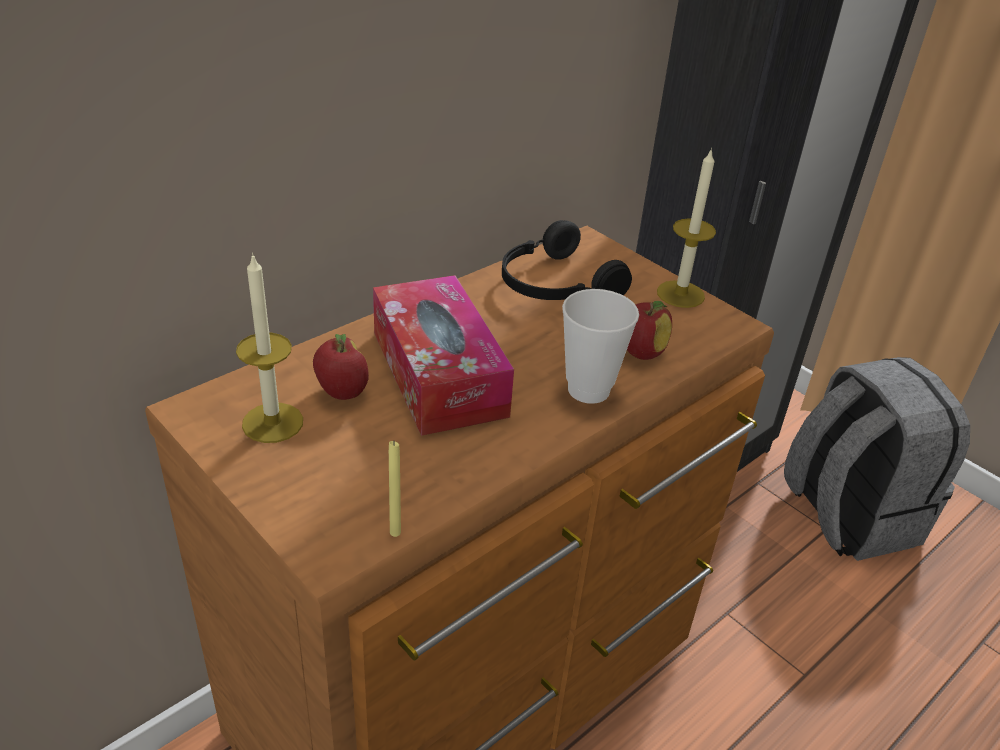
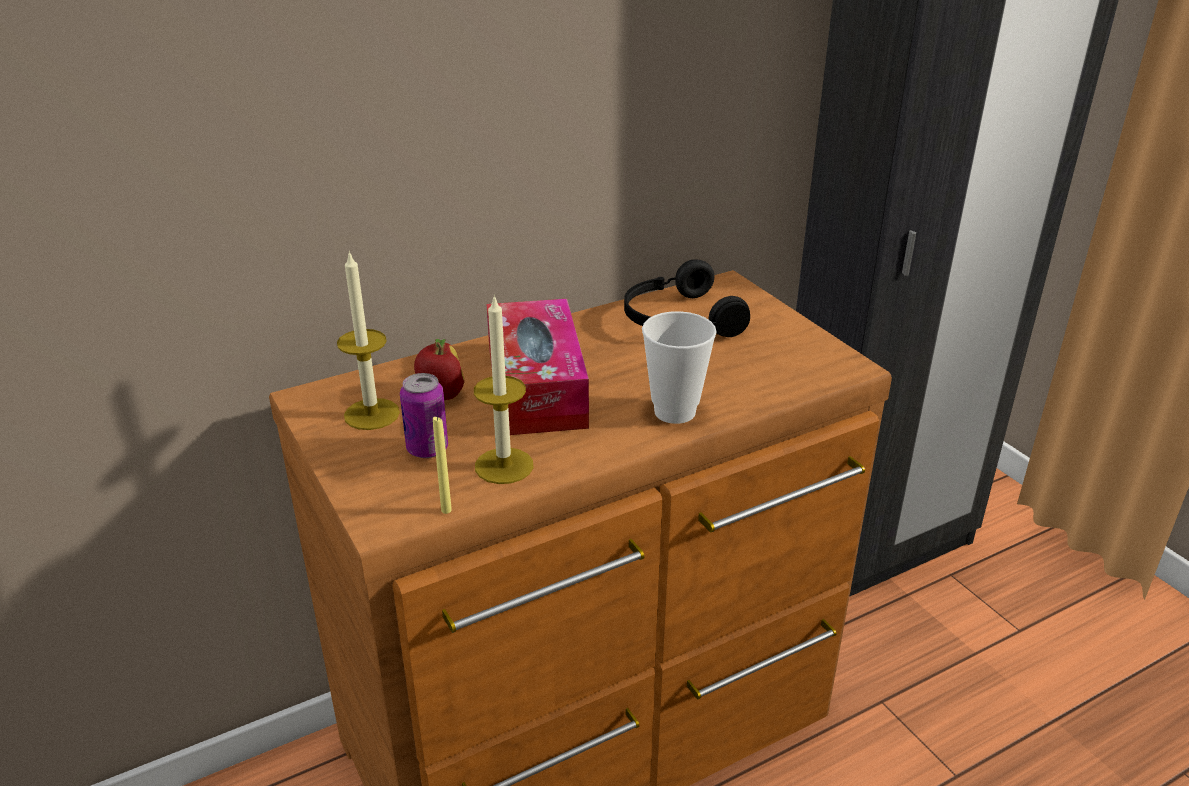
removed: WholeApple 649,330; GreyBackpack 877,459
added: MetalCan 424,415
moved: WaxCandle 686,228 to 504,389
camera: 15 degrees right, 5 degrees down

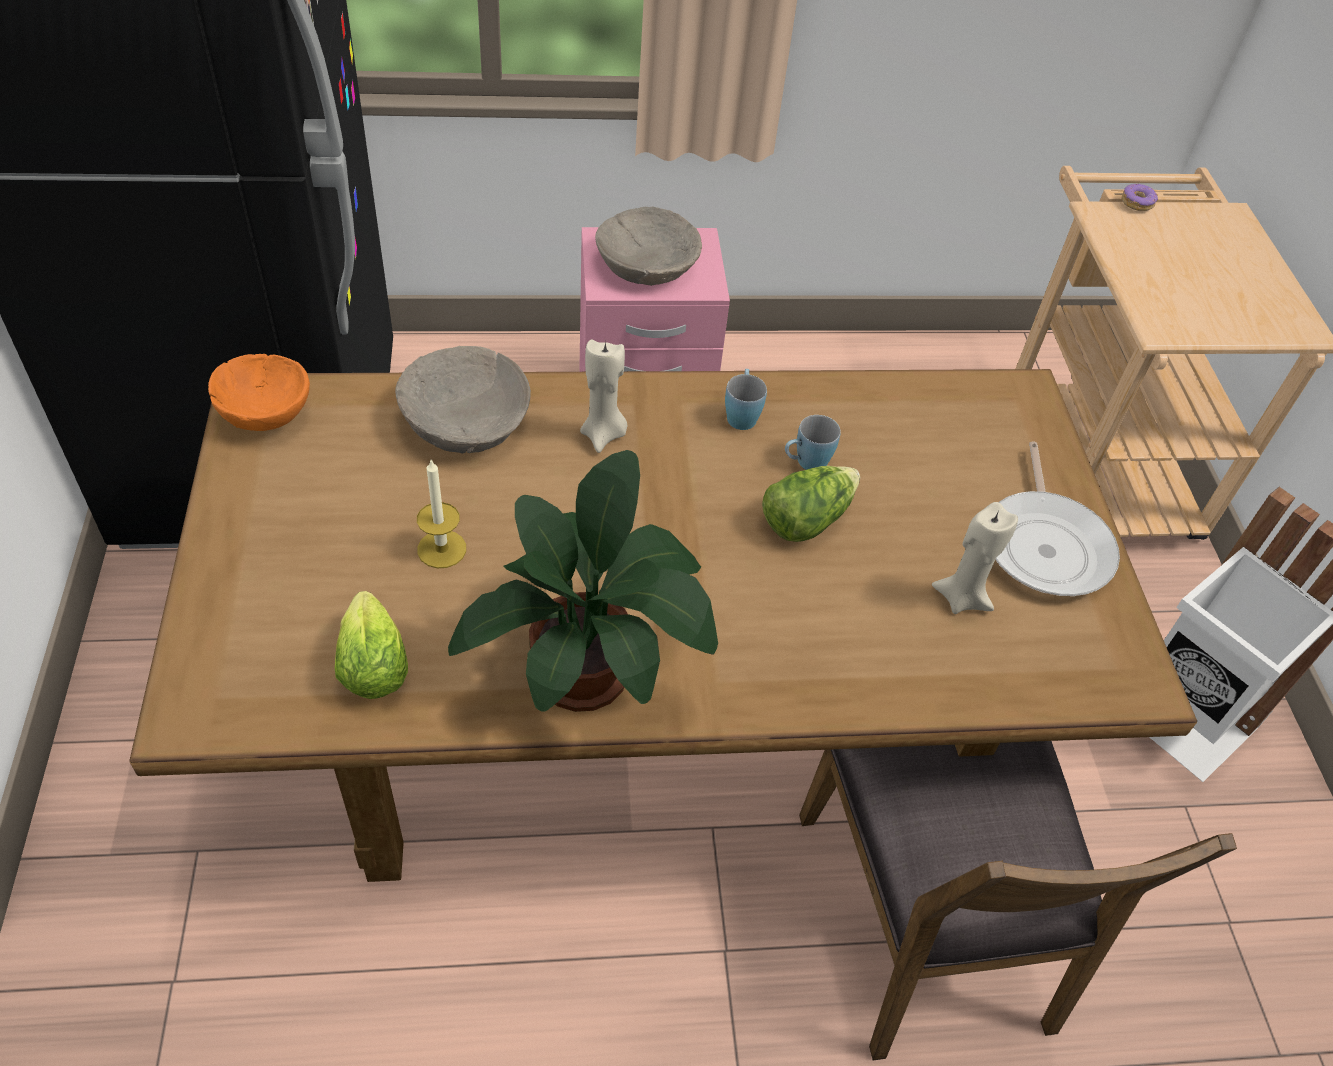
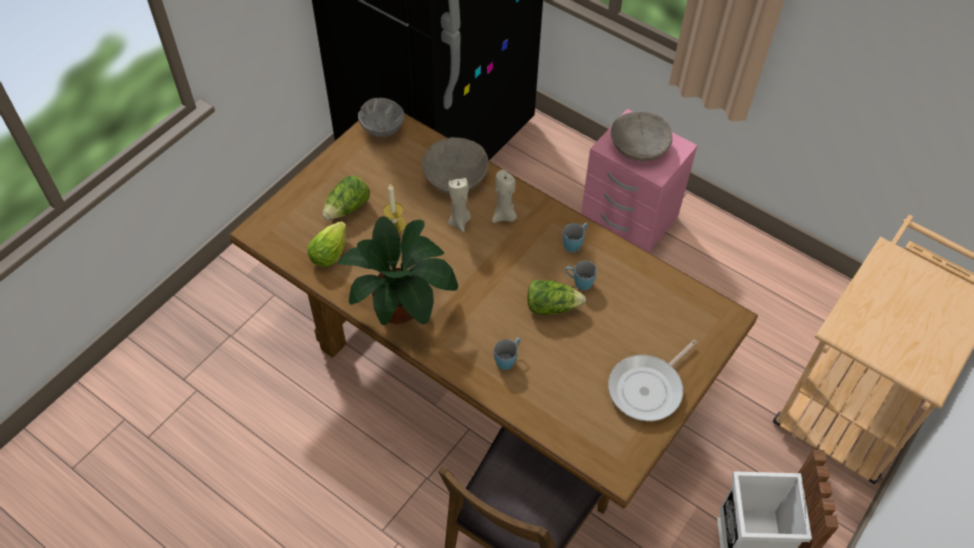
removed: RingDoughnut 1139,197
added: LettuceHead 346,198; BluishCoffeeMug 507,353
moved: SandColouredWaxCandle 975,558 to 459,205
recoloured: OrangeyServingBowl 259,392 to GreyServingBowl 381,117
camera: 45 degrees right, 5 degrees up

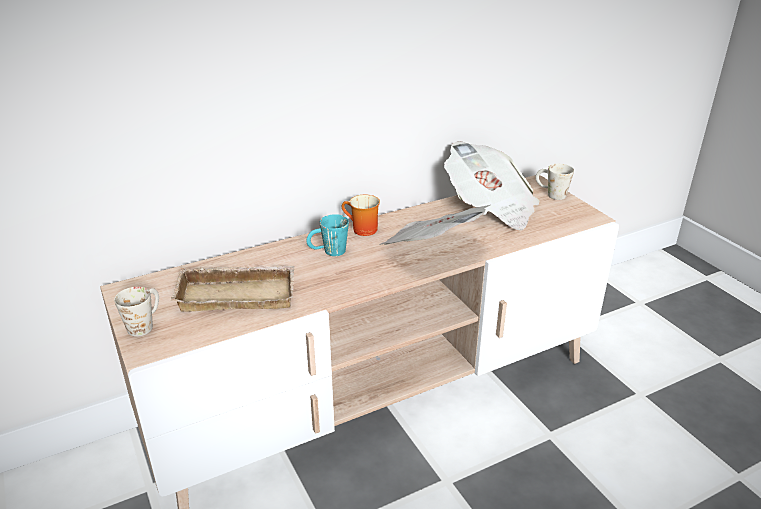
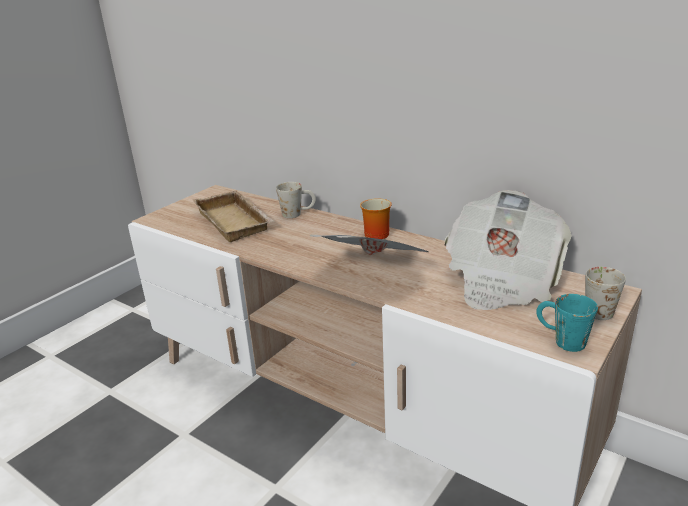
moved: WhiteColouredCoffeeMug 136,312 to 296,200; TurquoiseColouredCoffeeMug 327,235 to 567,323
camera: 65 degrees right, 5 degrees down

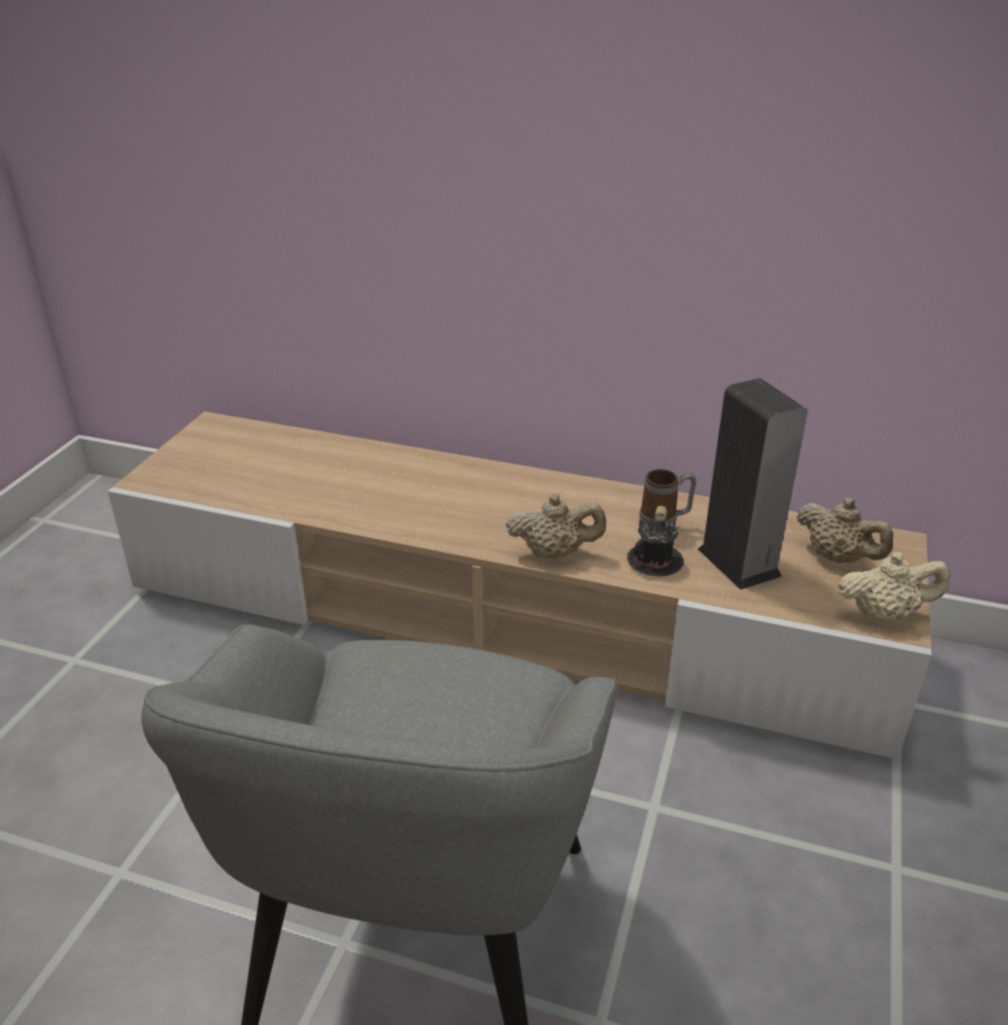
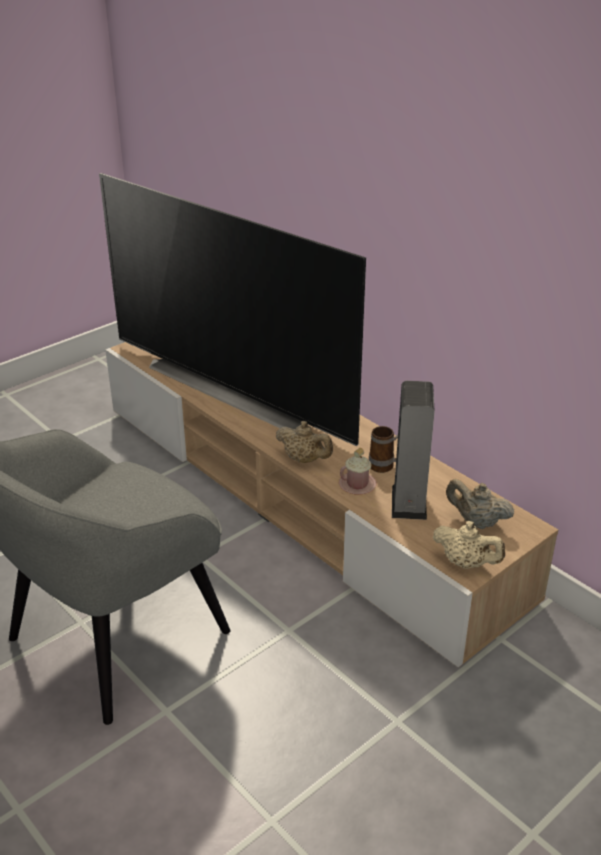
added: TvSet 232,309
recoloured: BlackishCoffeeMug 655,541 to PinkishCoffeeMug 357,471
turned: SandColouredPotForTea 845,530 = 480,504 135 degrees clockwise
camera: 30 degrees right, 0 degrees up

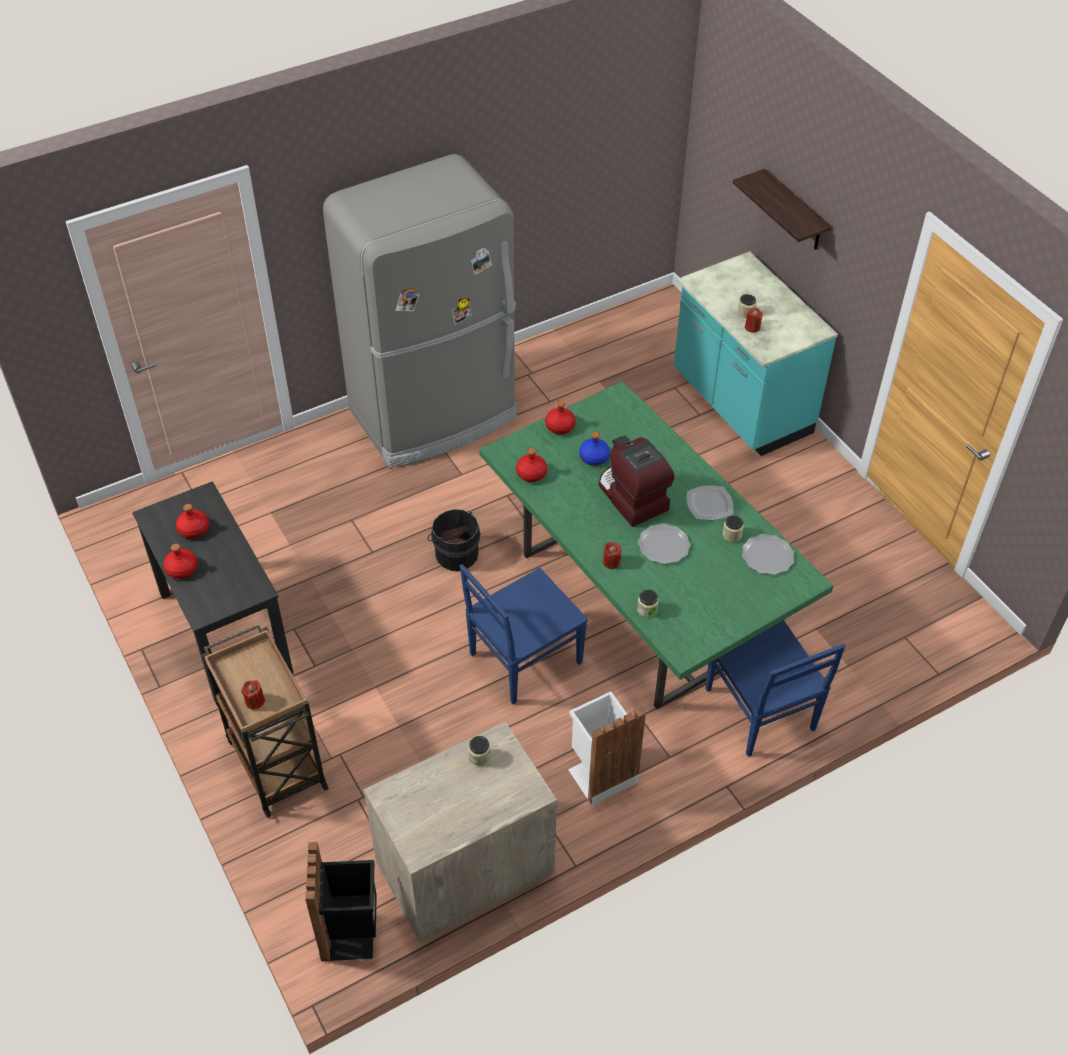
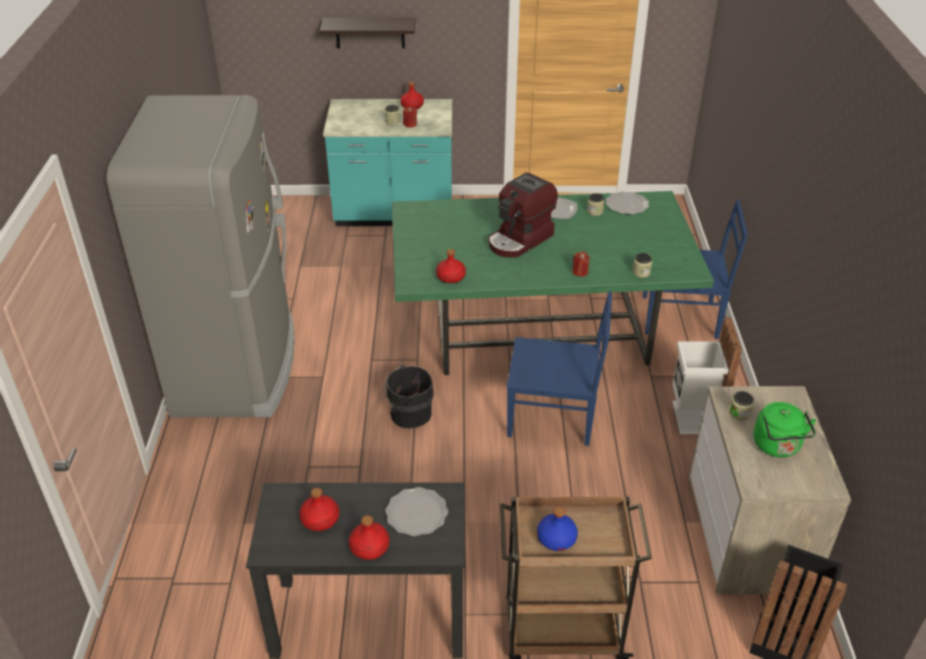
removed: ReddishWaxCandle 253,695
added: GreenTeaKettle 784,429
moved: Plate 664,544 to 416,512; ReddishBottle 560,417 to 412,95; BluishBottle 594,449 to 557,529
turned: CoffeeMaker 636,481 = 523,215 45 degrees counterclockwise; BluishUprightChair 524,634 = 559,368 75 degrees counterclockwise
camera: 60 degrees left, 10 degrees down

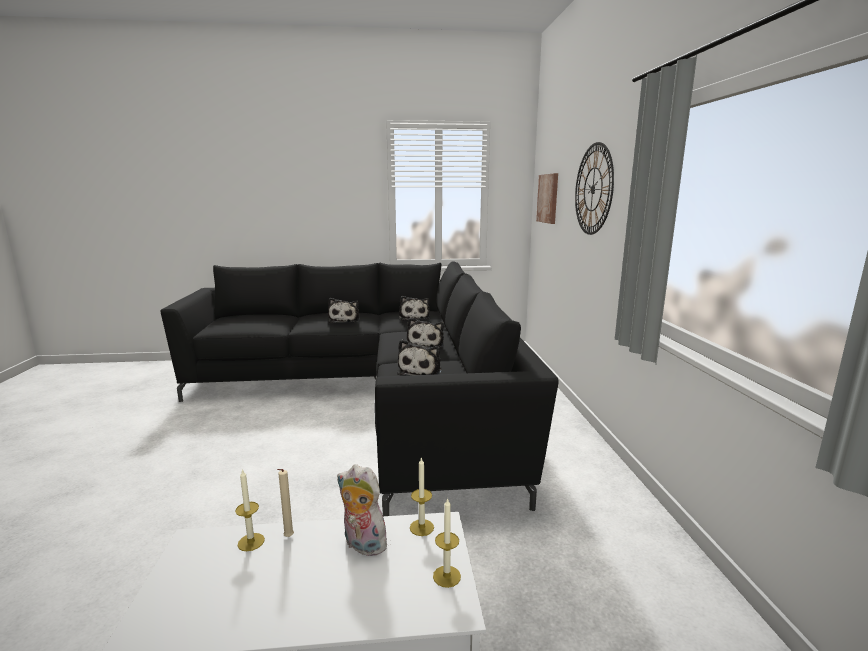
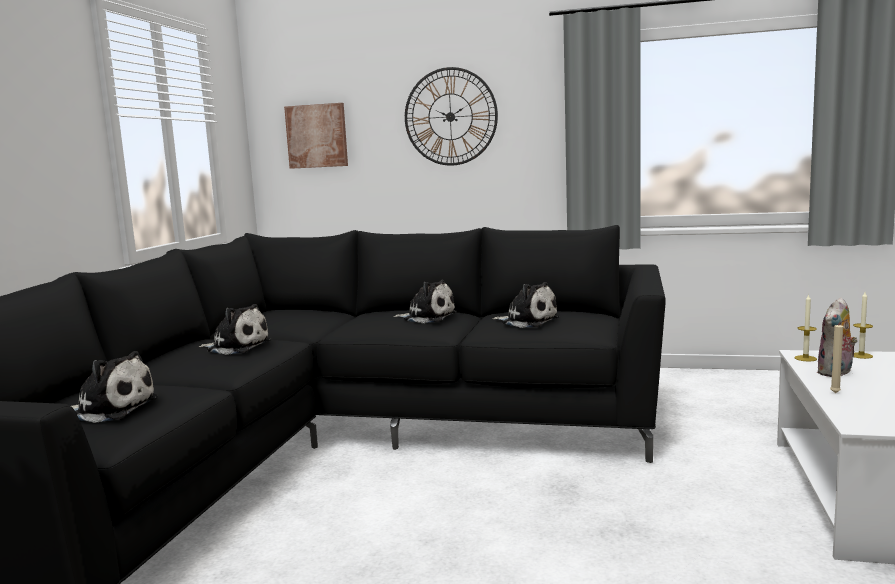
removed: WaxCandle 250,510
moved: PlushToy 414,308 to 114,387
camera: 70 degrees left, 5 degrees down

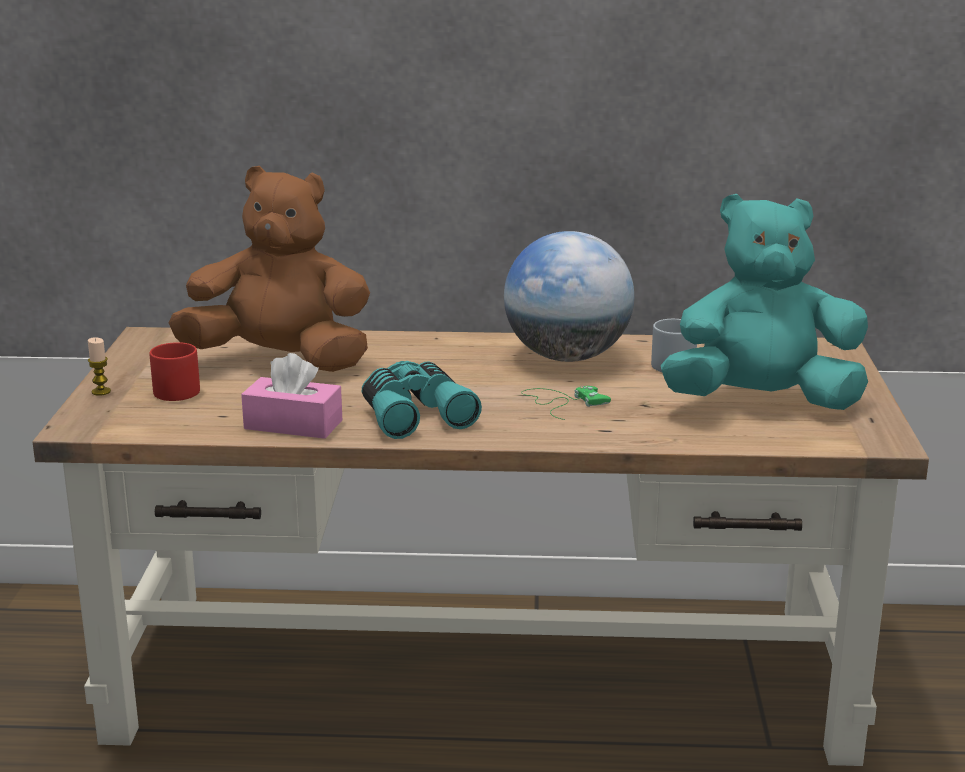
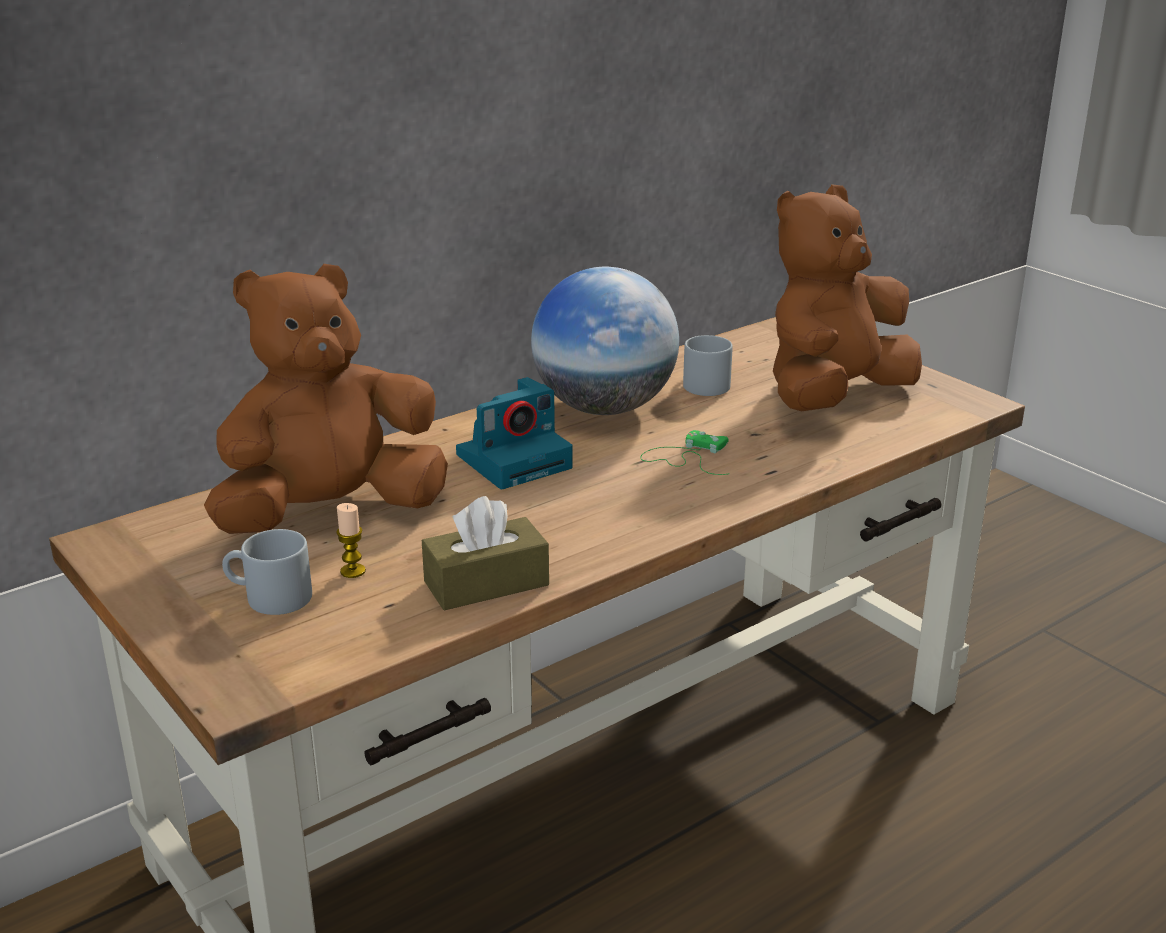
removed: TurquoiseColouredBinoculars 422,400
added: StillCamera 514,433
moved: WaxCandle 99,366 to 351,540
recoloured: ReddishCoffeeMug 174,371 to GreyCoffeeMug 267,572; PinkishTissueHolder 291,396 to BrownColouredTissueHolder 485,553; TurquoiseColouredPlushToy 764,302 to BrownColouredPlushToy 847,297
camera: 40 degrees left, 5 degrees up

